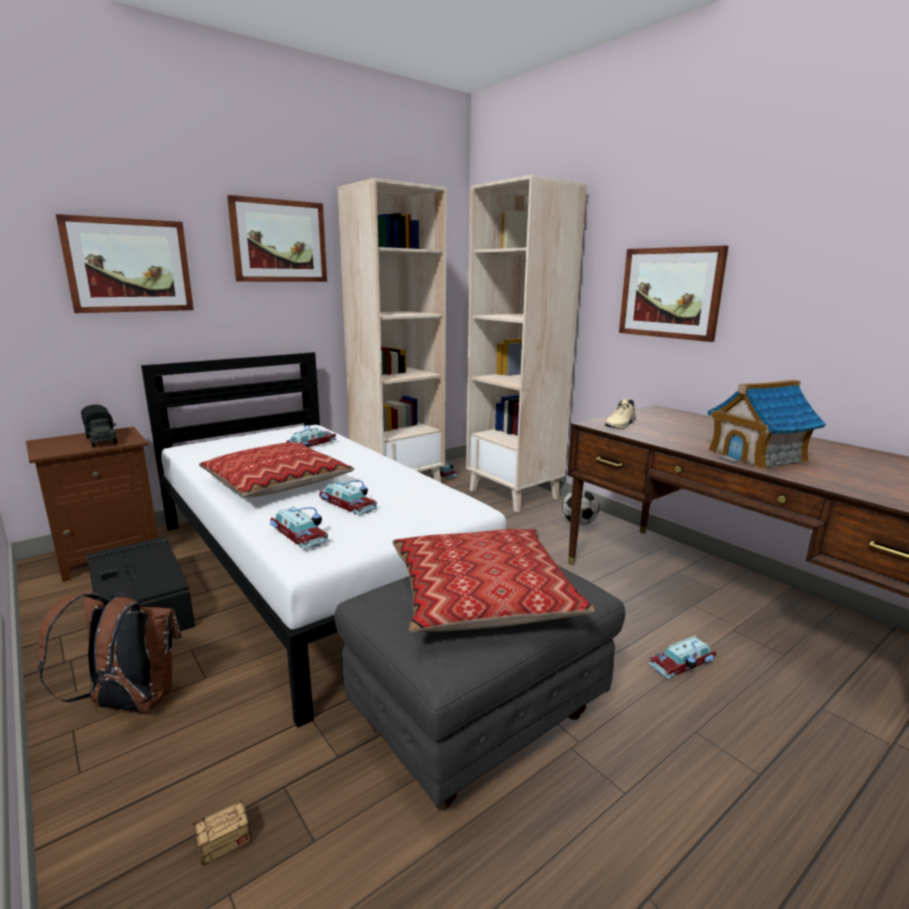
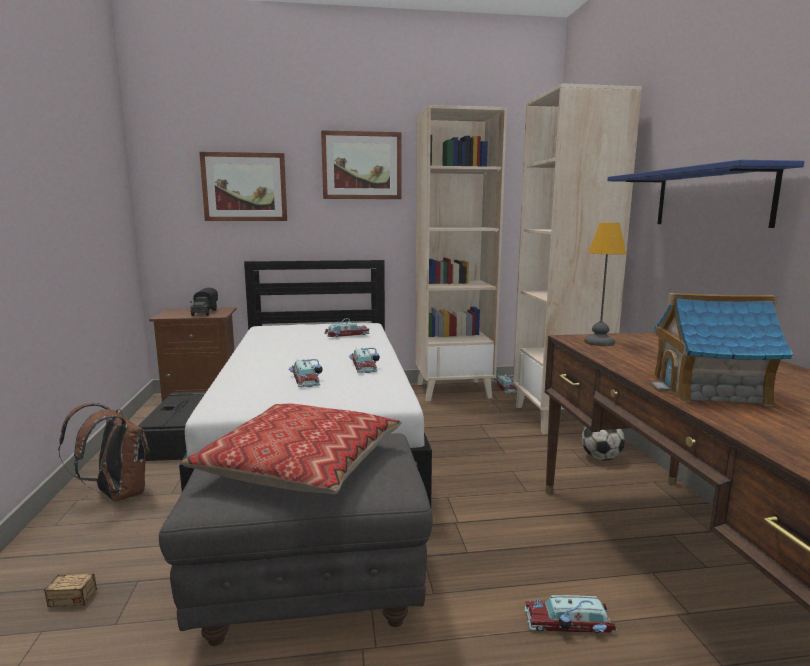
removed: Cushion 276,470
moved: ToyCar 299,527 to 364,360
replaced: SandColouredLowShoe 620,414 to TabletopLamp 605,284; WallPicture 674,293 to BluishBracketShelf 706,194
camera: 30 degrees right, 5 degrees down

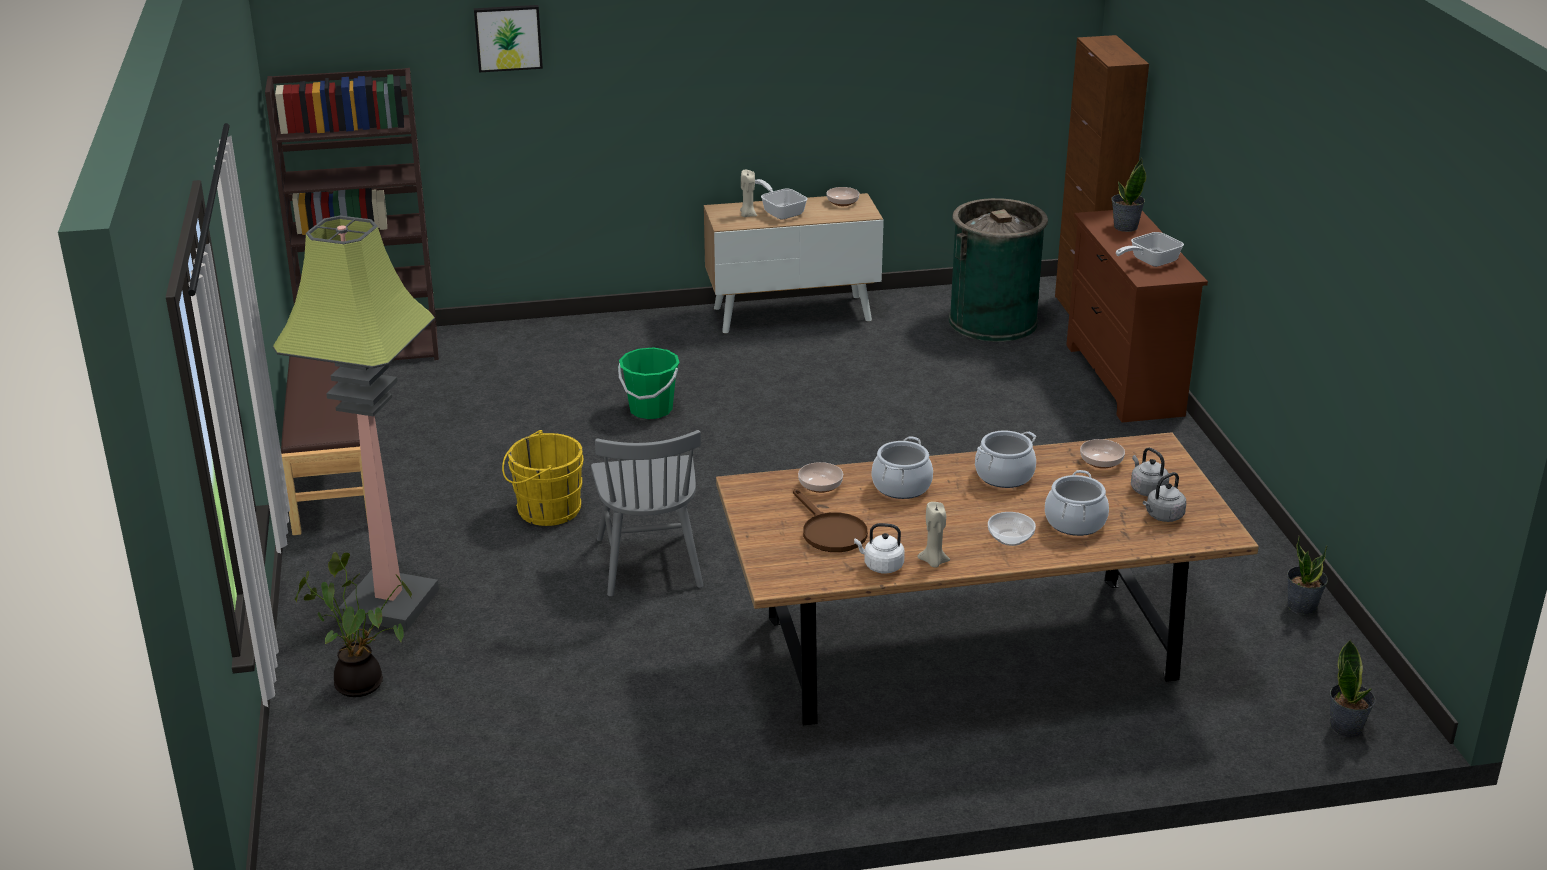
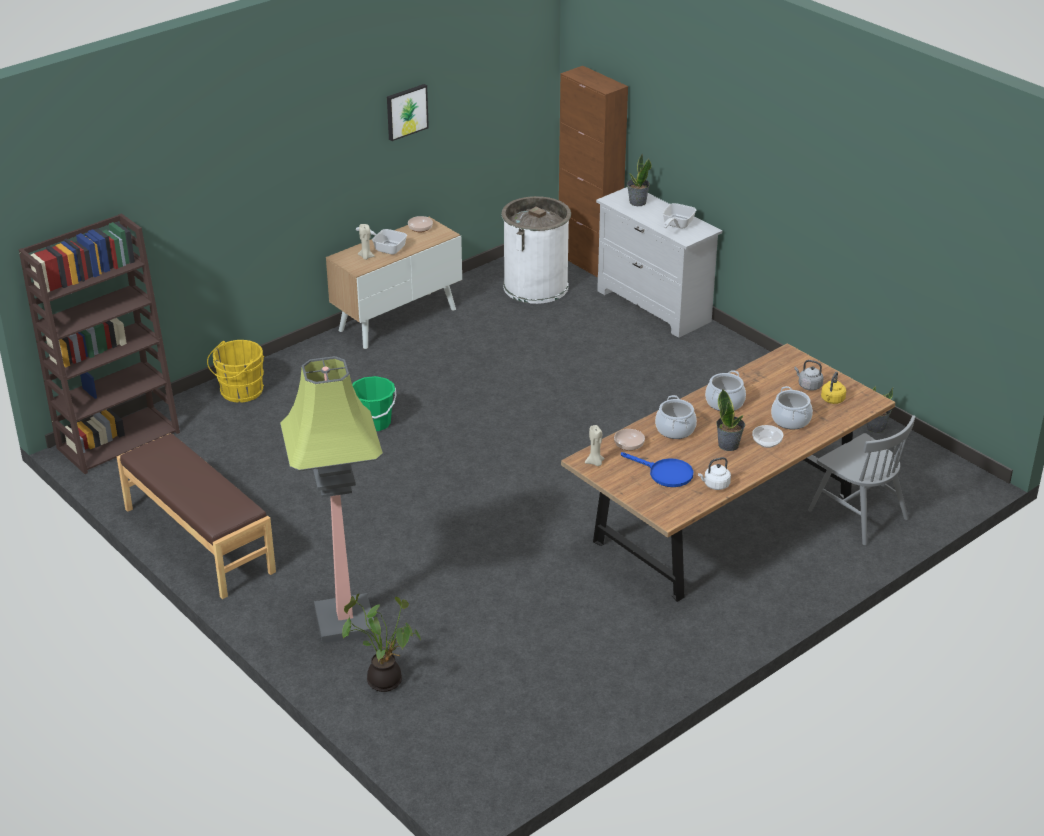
removed: ServingBowl 1102,454
moved: YellowColouredWaterBucket 542,478 to 235,371; WallPicture 508,38 to 408,112; SandColouredWaxCandle 933,535 to 595,445; PottedPlant 1353,688 to 730,420; GreyUprightChair 647,513 to 861,480
recoloured: GreenTrashCan 998,270 to WhiteColouredTrashCan 536,250; BrownColouredDresser 1137,316 to WhiteColouredDresser 659,262; BrownColouredSkillet 830,520 to BluishSkillet 657,469; GreyTeaKettle 1164,497 to YellowColouredTeaKettle 833,388
camera: 30 degrees left, 5 degrees up

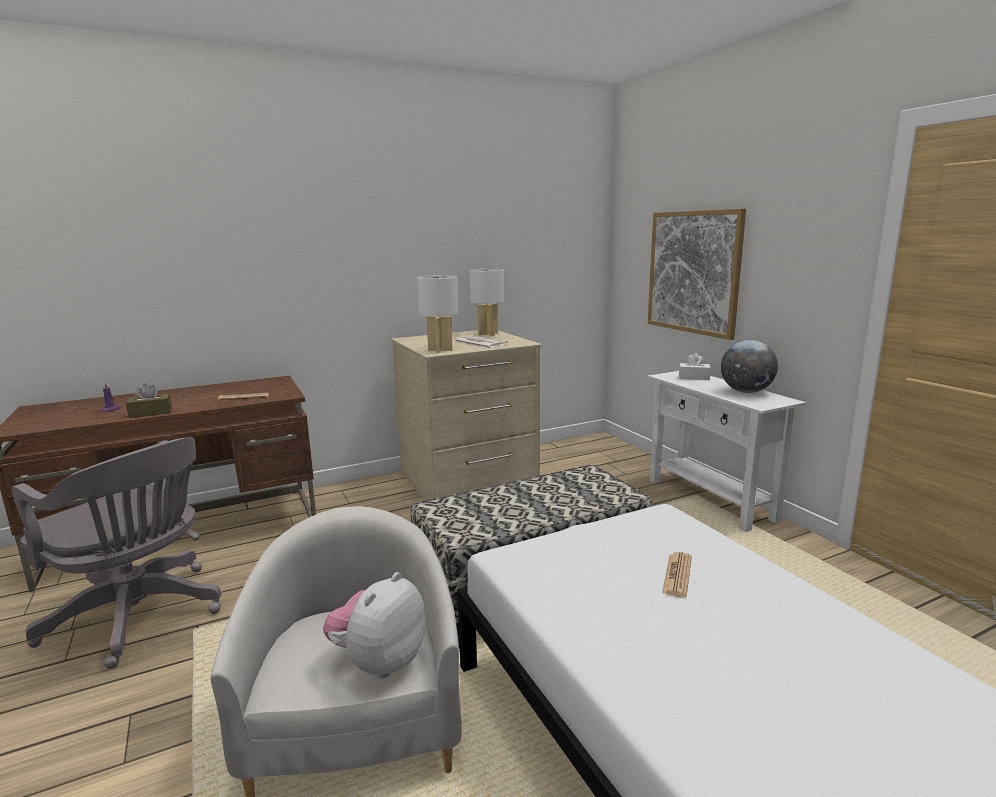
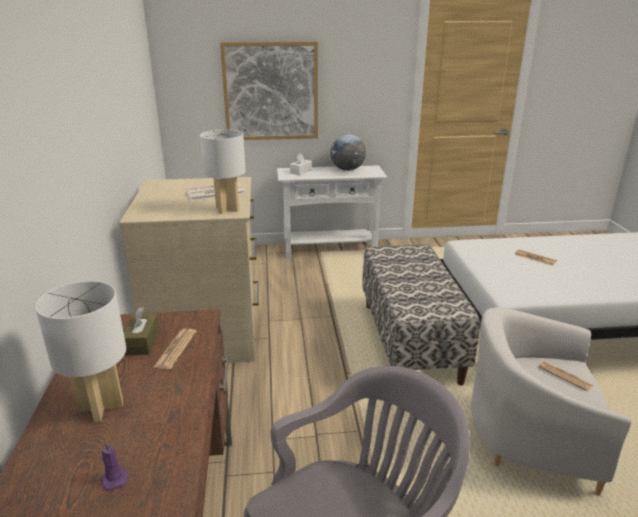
moved: WhiteColouredTabletopLamp 486,302 to 80,351; BrownColouredTissueHolder 149,400 to 141,331
replaced: PlushToy 374,625 to Newspaper 566,376
camera: 70 degrees left, 10 degrees up

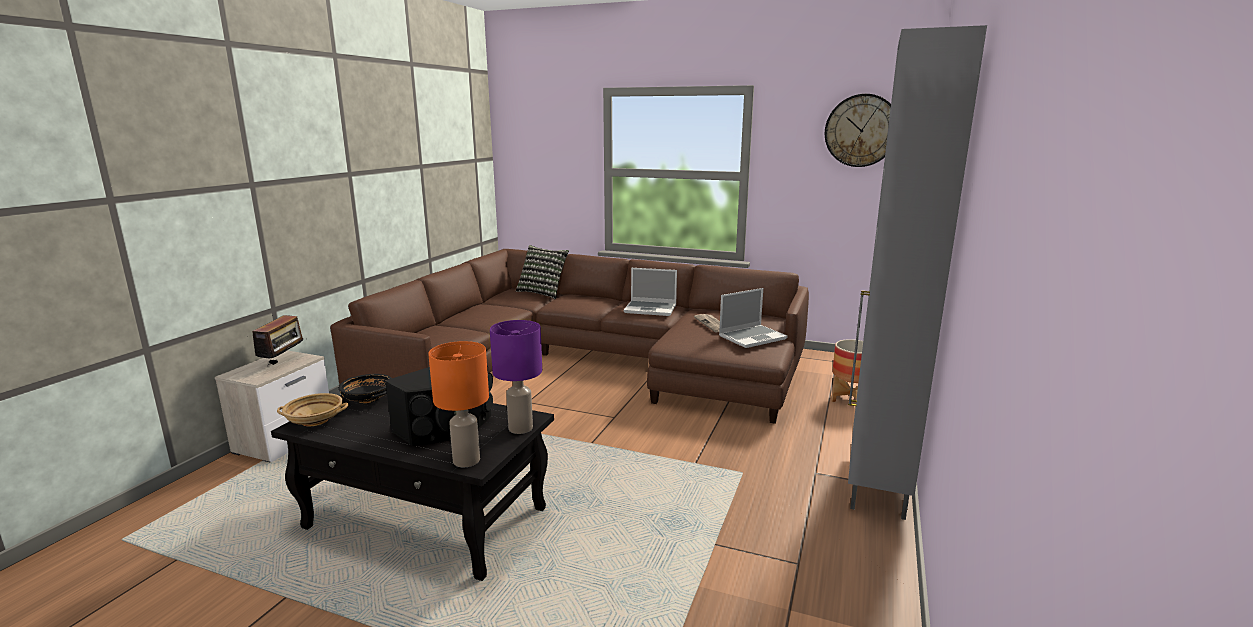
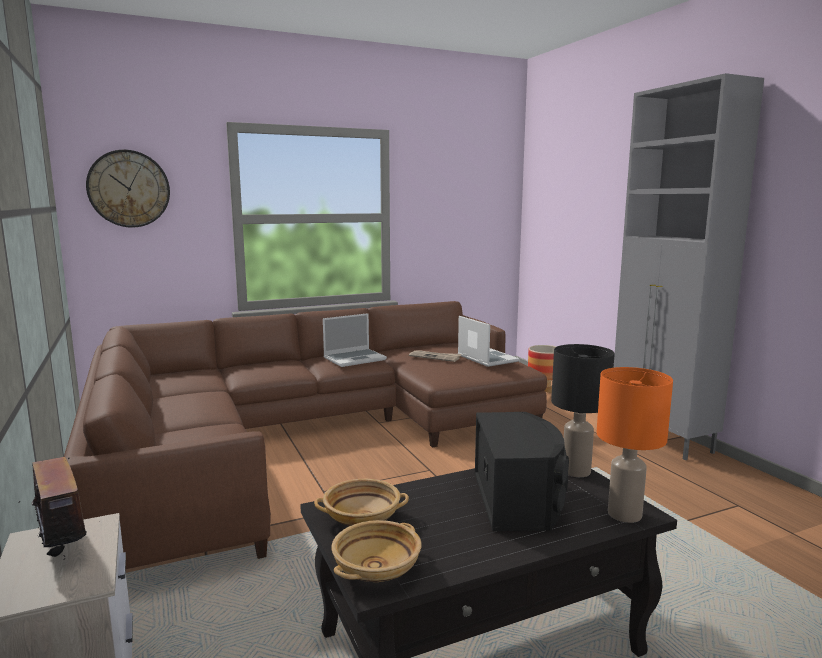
removed: Cushion 542,272
moved: WallClock 858,130 to 128,189
recoloured: BlackishServingBowl 365,389 to SandColouredServingBowl 361,502; PurpleTabletopLamp 516,377 to BlackishTabletopLamp 583,410
turned: NotebookComputer 753,318 = 489,341 45 degrees counterclockwise
camera: 45 degrees left, 5 degrees down

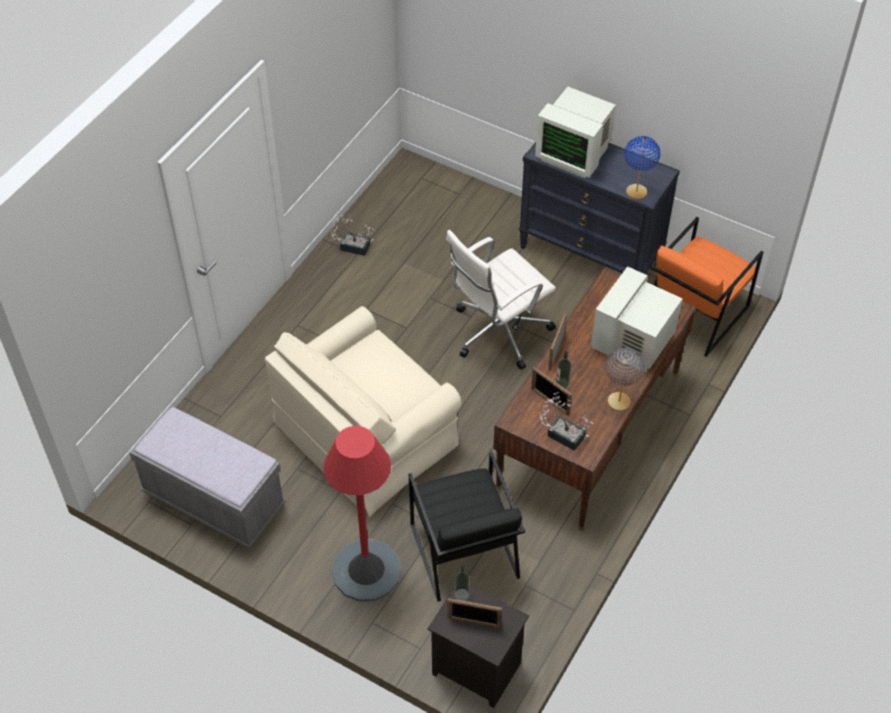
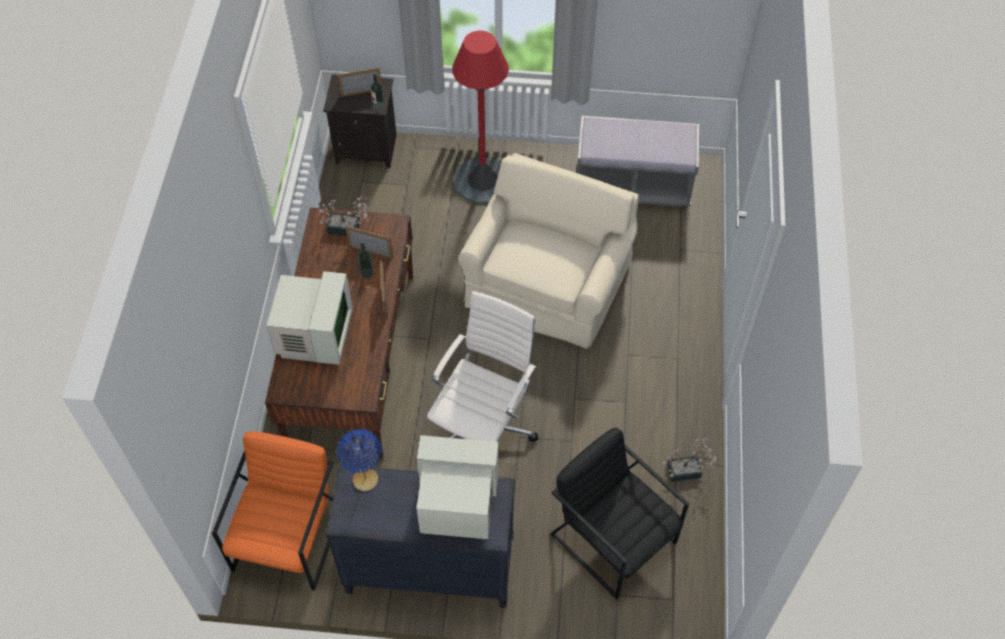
removed: GreyTabletopLamp 625,379
moved: BlackishEasyChair 467,527 to 620,513
camera: 155 degrees right, 5 degrees up

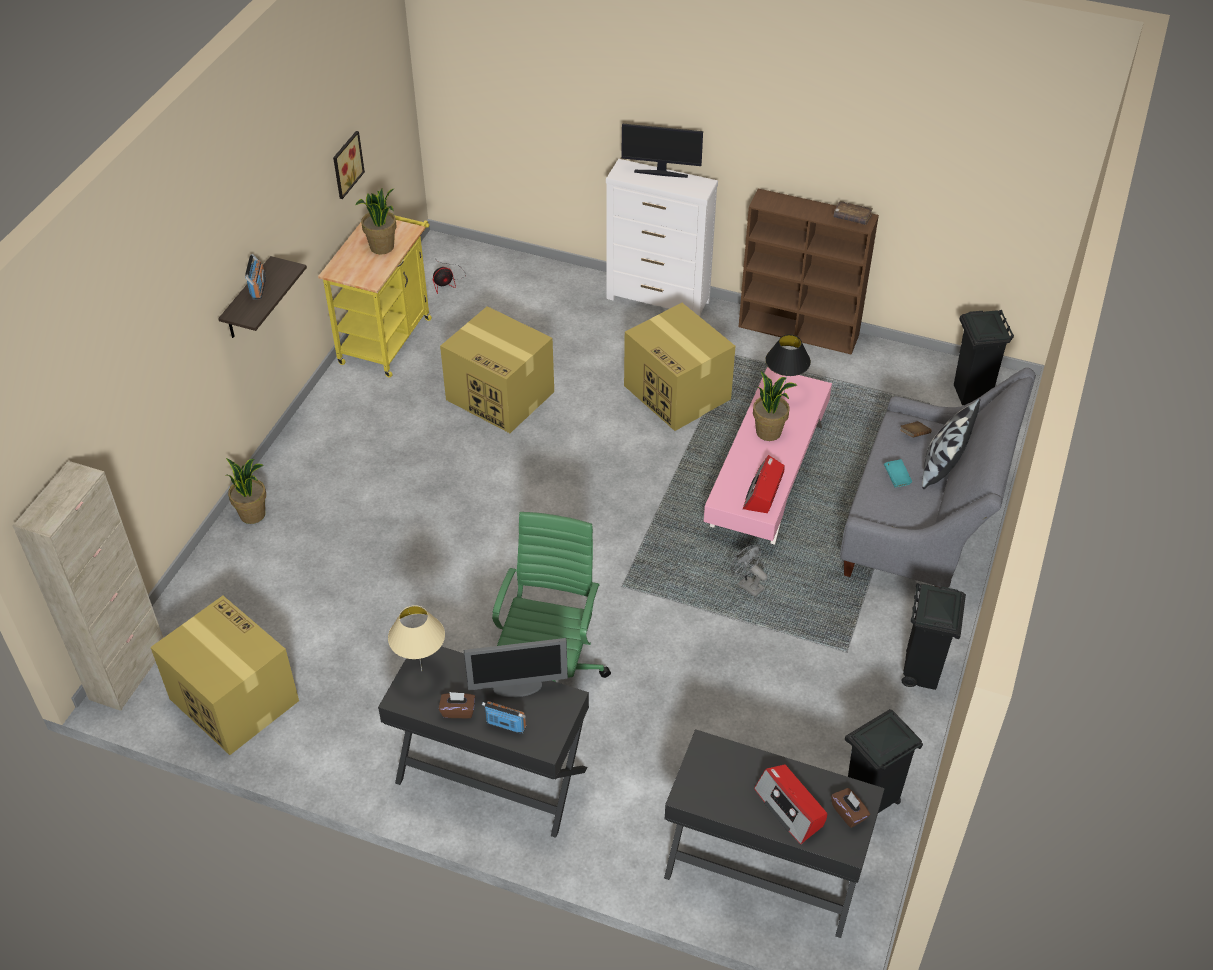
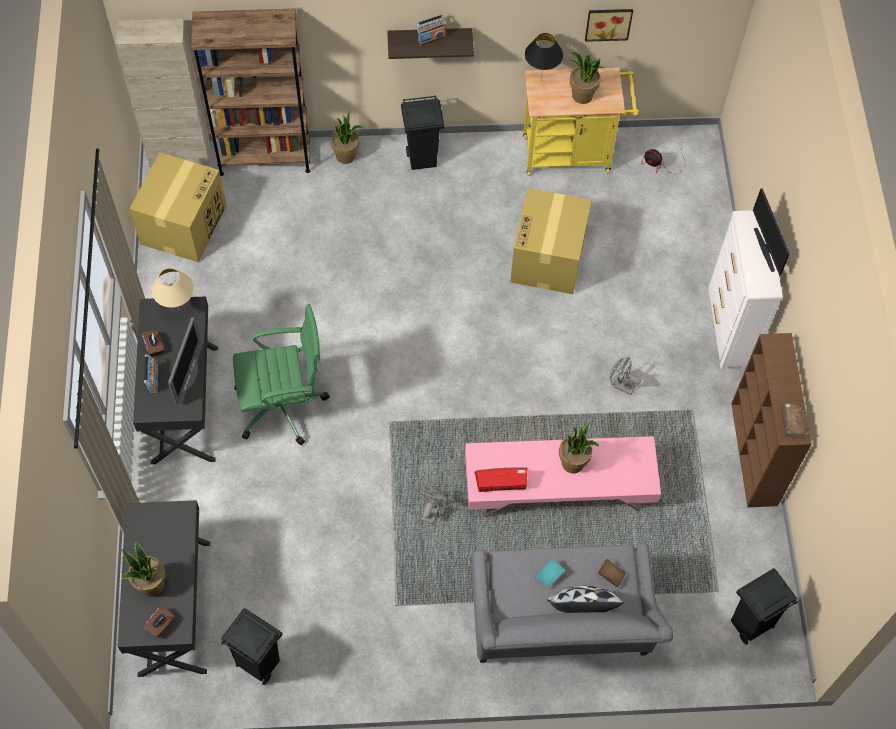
added: BrownColouredBookshelf 250,92
moved: BlackishTrashCan 933,636 to 422,132; BlackishTabletopLamp 788,363 to 544,56
replaced: RadioReceiver 790,804 to PottedPlant 143,569; PackingBox 679,367 to GreyElectricFan 625,376
turned: Monitor 516,668 = 184,361 135 degrees counterclockwise
camera: 65 degrees right, 15 degrees up

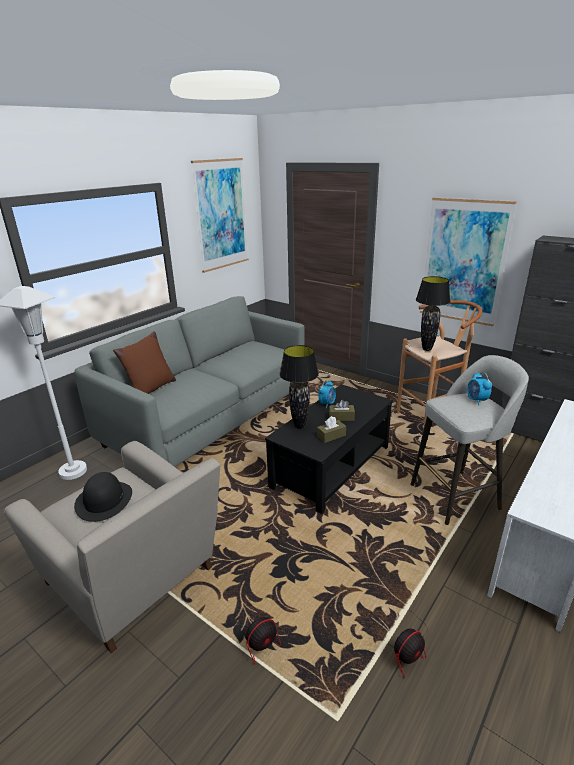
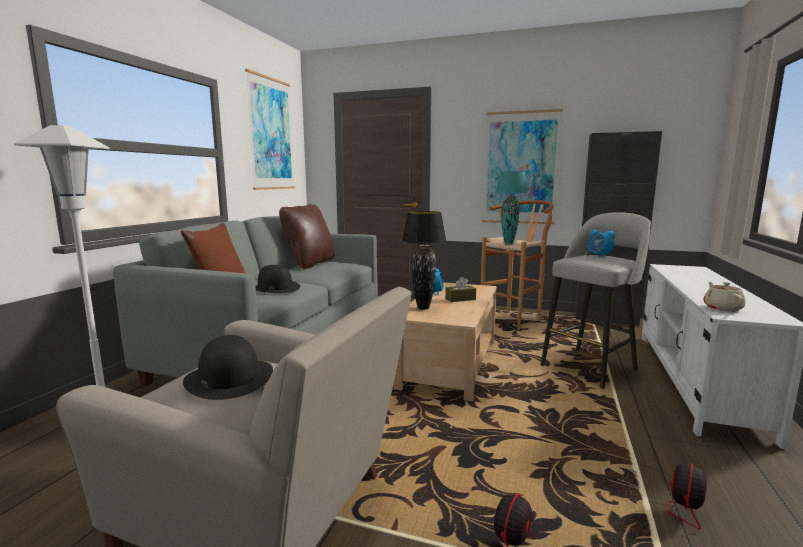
removed: BrownColouredTissueHolder 331,429
added: BlackishHat 277,279; BrownColouredCushion 307,237; SandColouredPotForTea 724,296
recoloured: BlackishLoungeTable 329,449 to SandColouredLoungeTable 445,341; BlackishTabletopLamp 433,313 to TurquoiseColouredTabletopLamp 511,207
camera: 20 degrees left, 15 degrees down

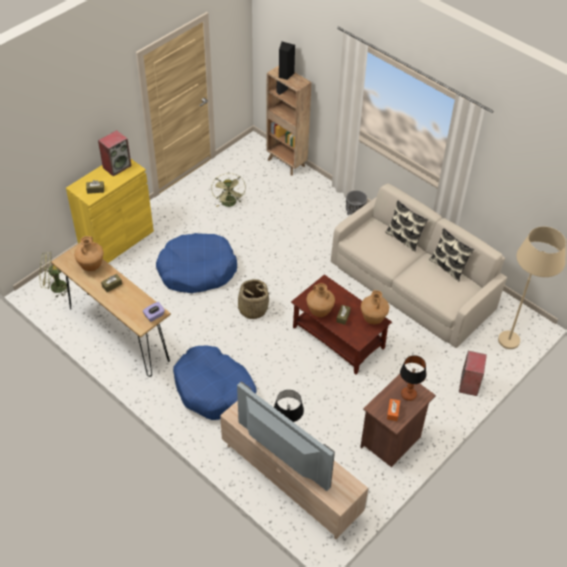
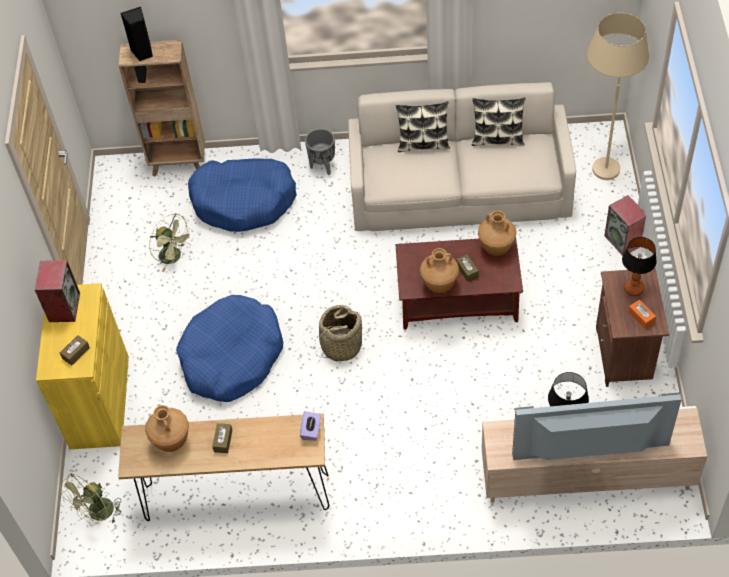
moved: BluishPetBed 215,383 to 242,195
camera: 40 degrees left, 5 degrees up

